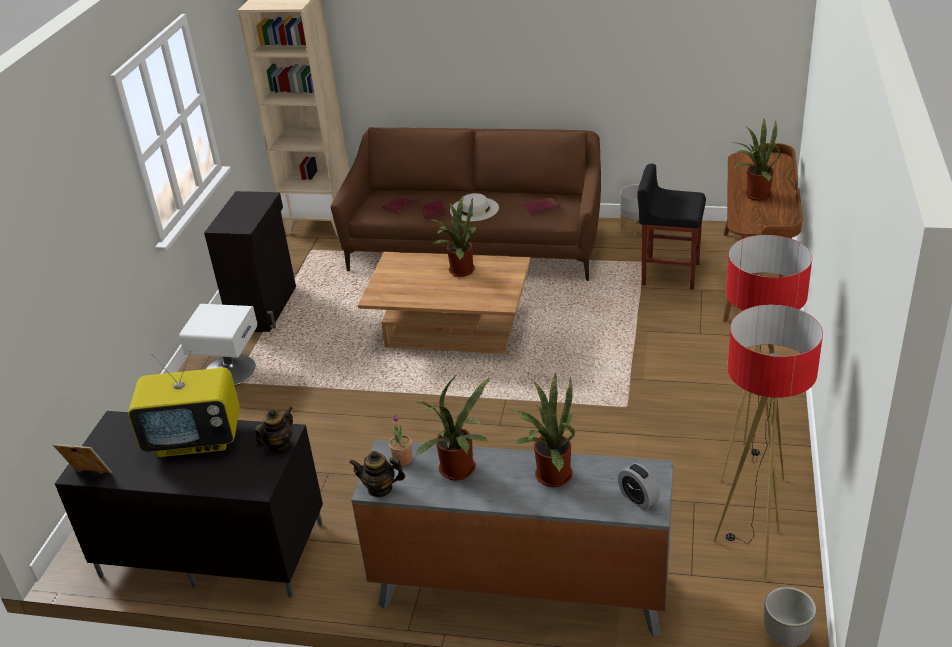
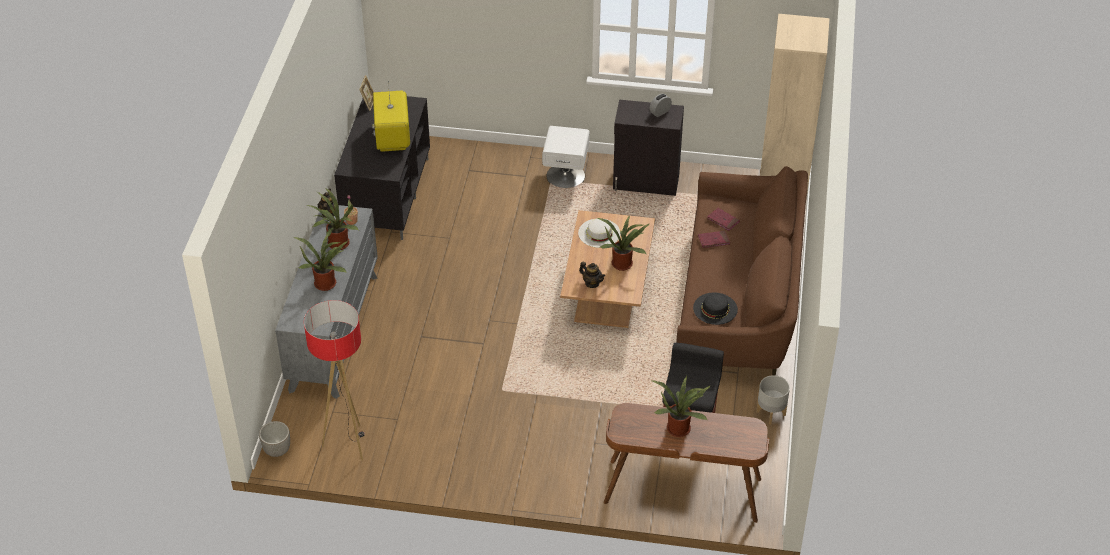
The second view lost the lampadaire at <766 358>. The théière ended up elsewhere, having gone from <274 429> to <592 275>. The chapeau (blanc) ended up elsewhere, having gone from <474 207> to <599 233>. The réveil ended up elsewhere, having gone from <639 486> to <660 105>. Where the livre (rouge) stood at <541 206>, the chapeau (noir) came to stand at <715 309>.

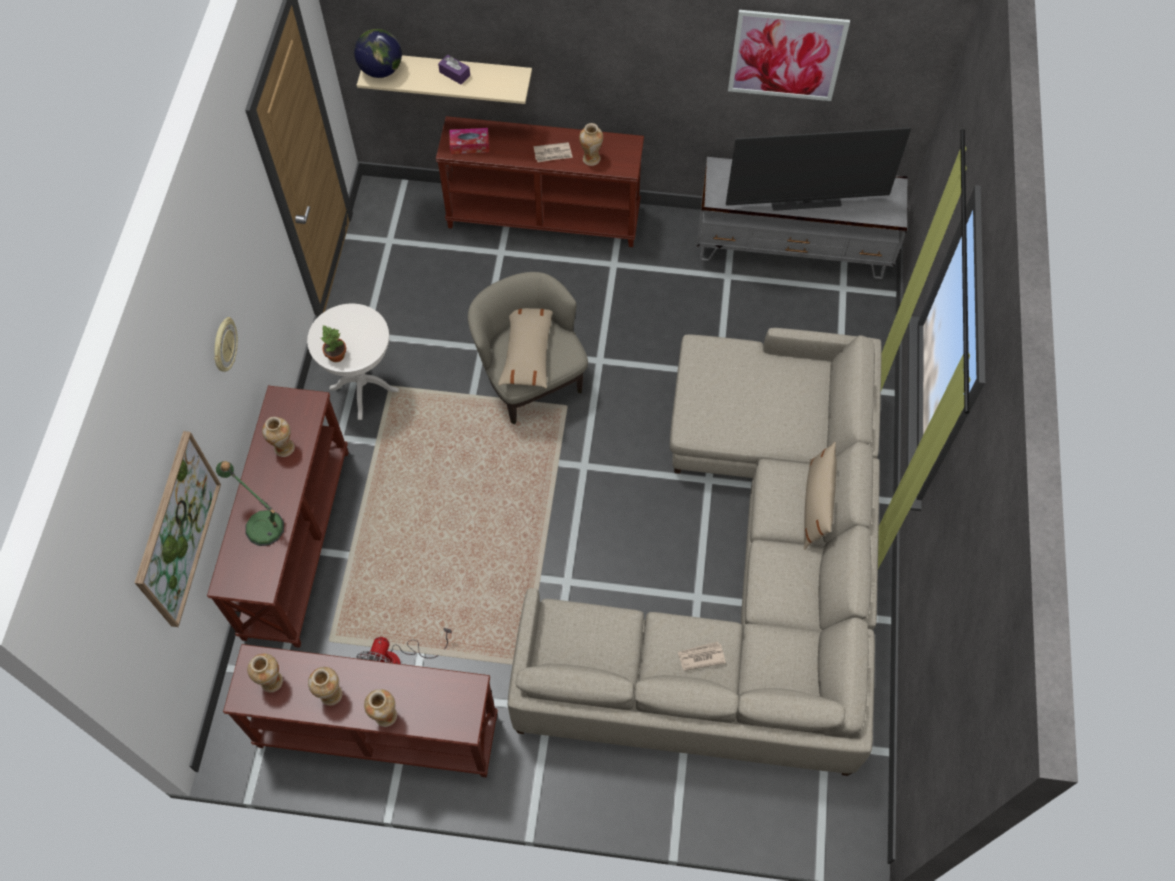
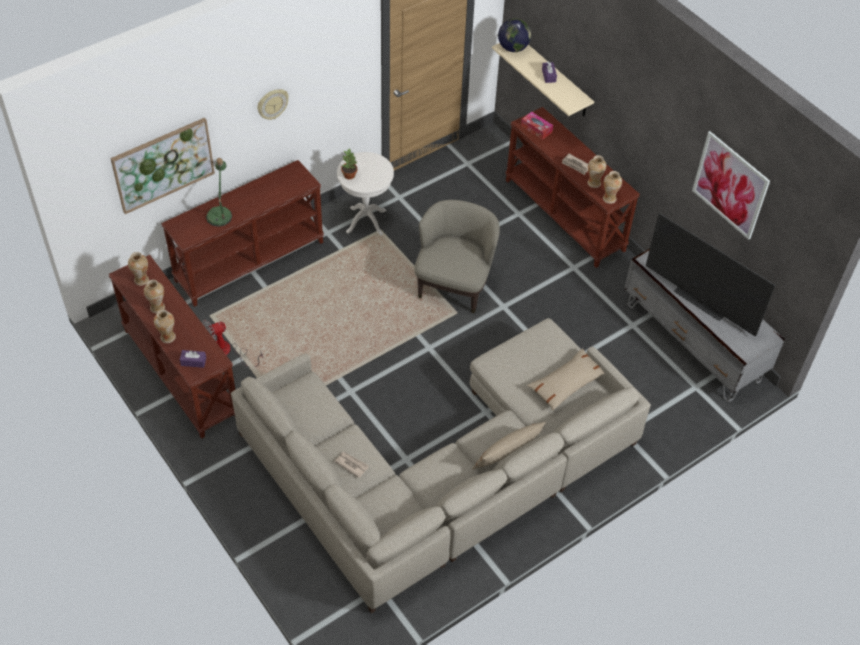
The second view gained the boîte à mouchoirs (violet) at <193 359>. The vase ended up elsewhere, having gone from <278 437> to <612 187>. The coussin (beige) ended up elsewhere, having gone from <525 348> to <566 379>.

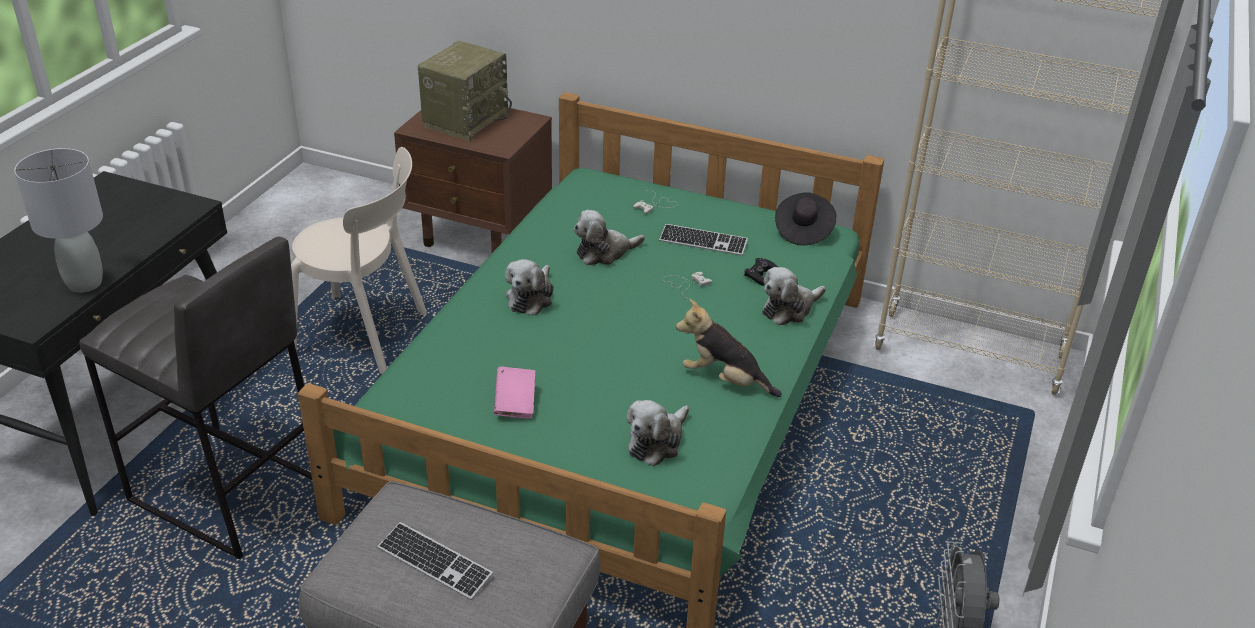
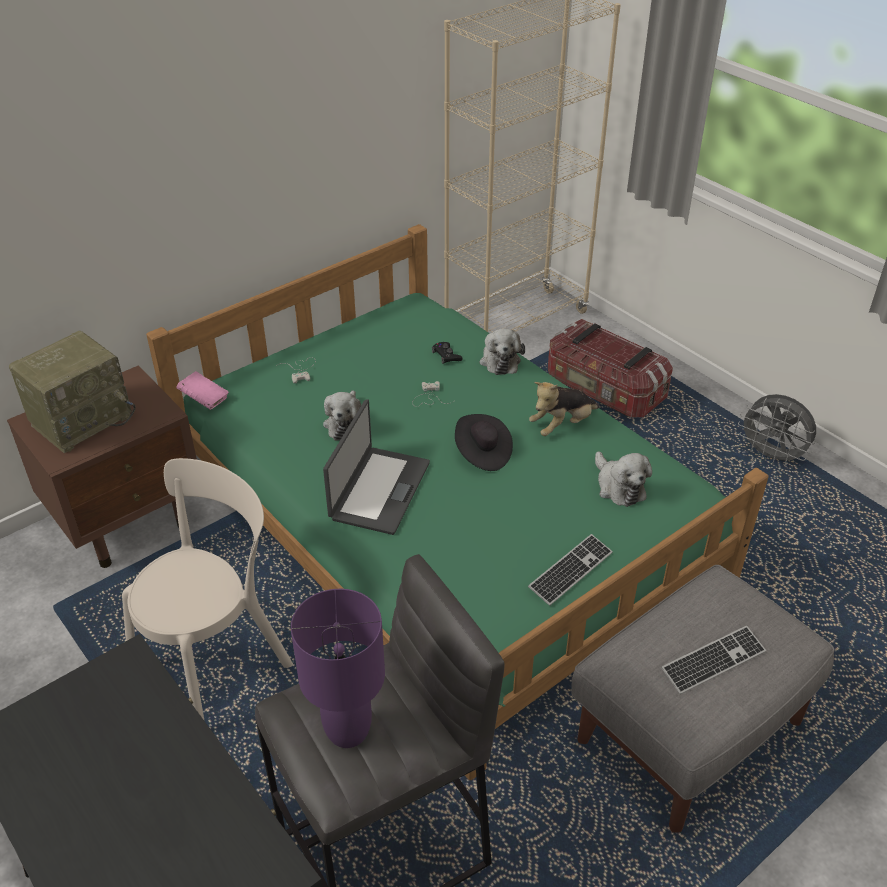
The second view lost the lampe de table (gris) at <58 220>. The second view gained the lampe de table (violet) at <338 668>. The second view gained the boîte de rangement at <610 368>. The livre (rose) ended up elsewhere, having gone from <514 393> to <202 390>. The clavier ended up elsewhere, having gone from <703 240> to <570 570>. The chapeau (noir) ended up elsewhere, having gone from <806 218> to <484 442>. Where the peluche stood at <529 287>, the ordinateur portable came to stand at <376 467>. The radio at <465 91> ended up facing another way, 75 degrees clockwise from before.

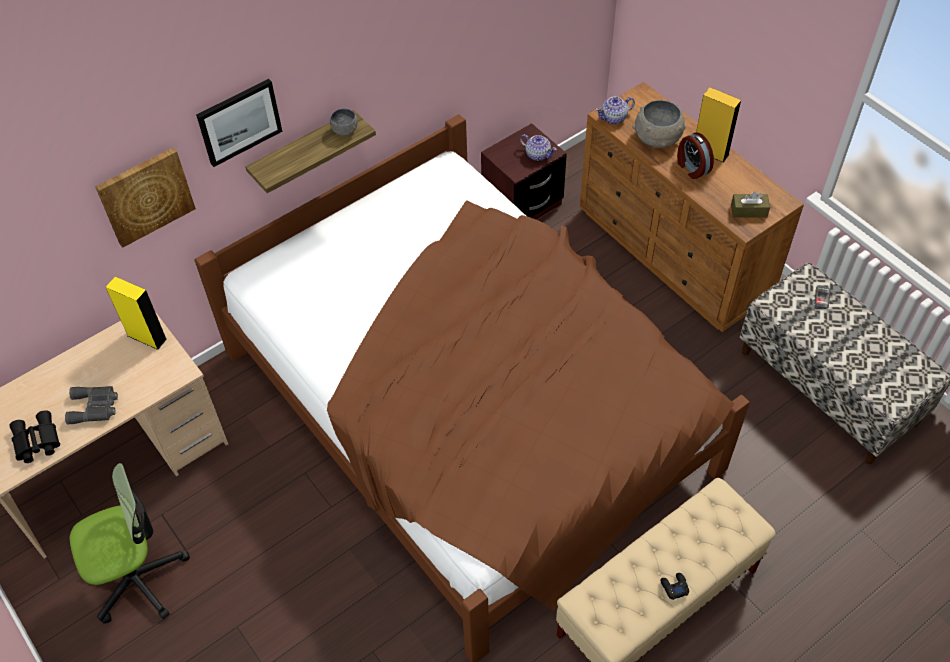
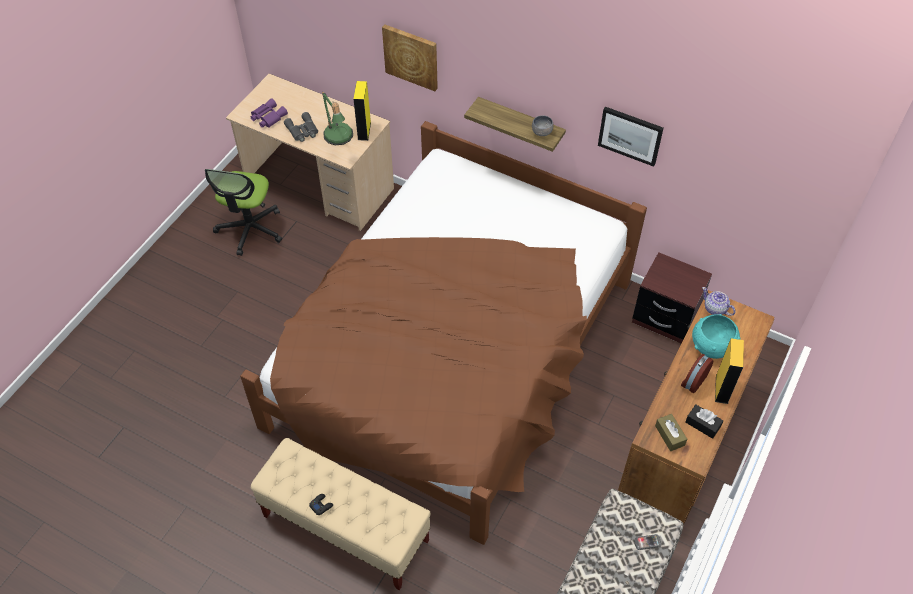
The second view lost the théière at <538 147>. The second view gained the lampe de table at <337 117>. The second view gained the boîte à mouchoirs (noir) at <704 421>. The tableau ended up elsewhere, having gone from <239 123> to <631 137>. What was the jumelles (noir) at <34 436> turned into the jumelles (violet) at <269 113>. What was the bol (gris) at <659 124> turned into the bol (turquoise) at <716 336>. The chaise de bureau at <130 543> ended up facing another way, 60 degrees clockwise from before.

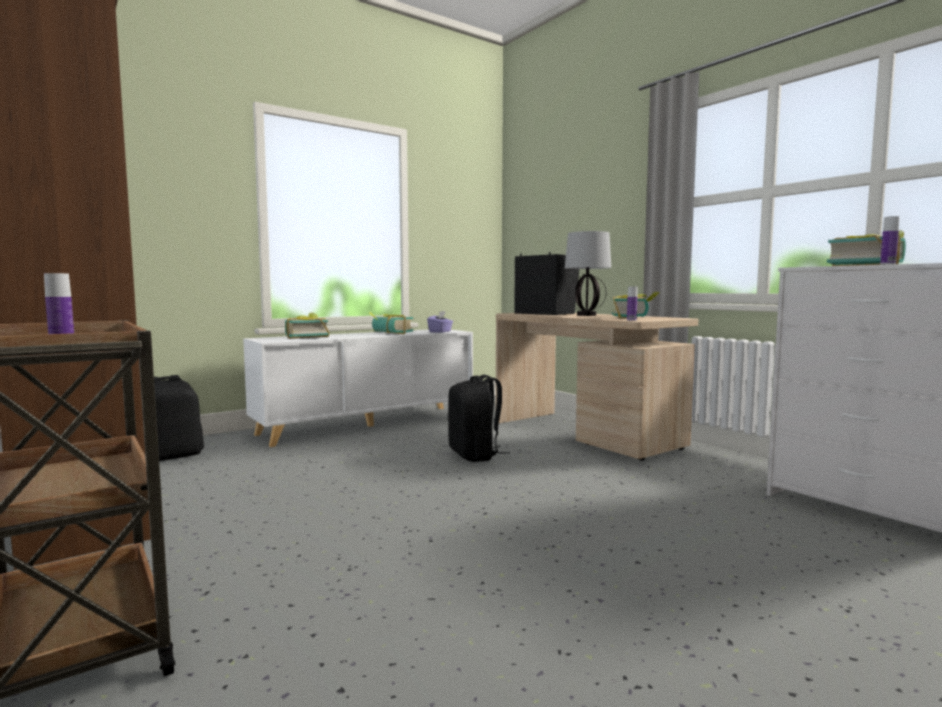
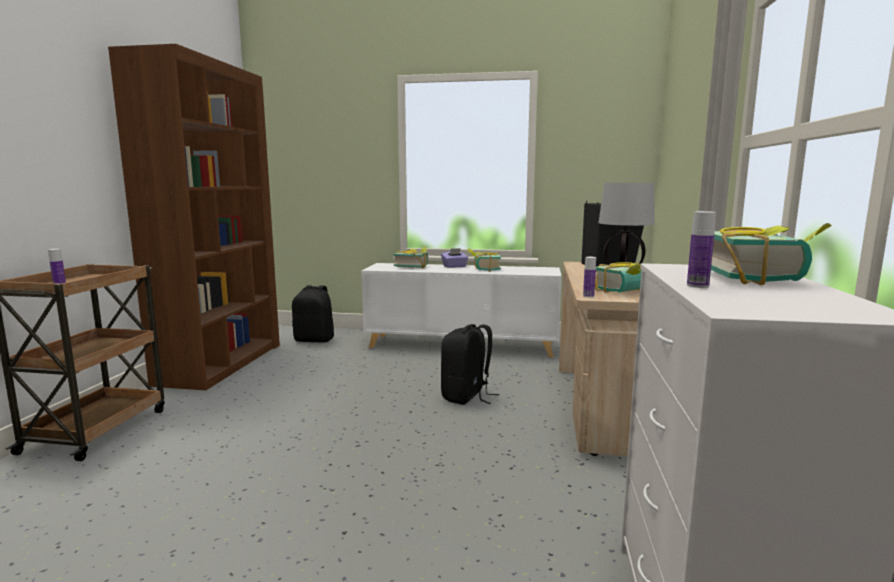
The boîte à mouchoirs (violet) ended up elsewhere, having gone from <440 322> to <454 258>.

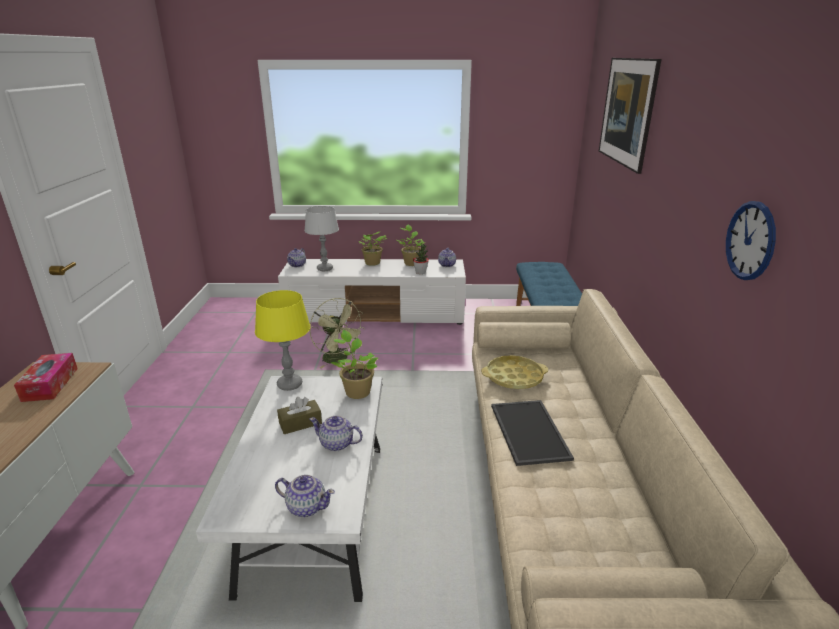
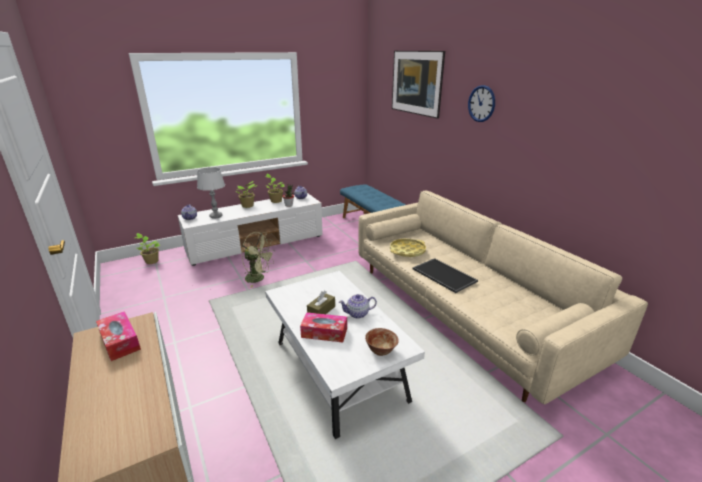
The second view lost the lampe de table (jaune) at <283 340>. The second view gained the boîte à mouchoirs at <323 327>. The plante en pot ended up elsewhere, having gone from <354 364> to <147 248>. The horloge murale ended up elsewhere, having gone from <751 240> to <481 103>. Where the théière stood at <305 496>, the bol came to stand at <382 342>.

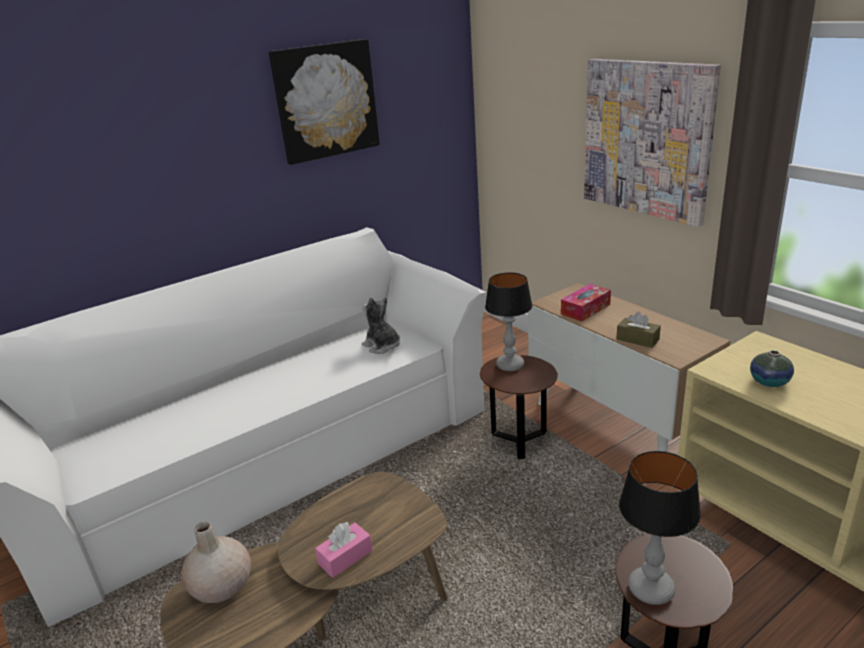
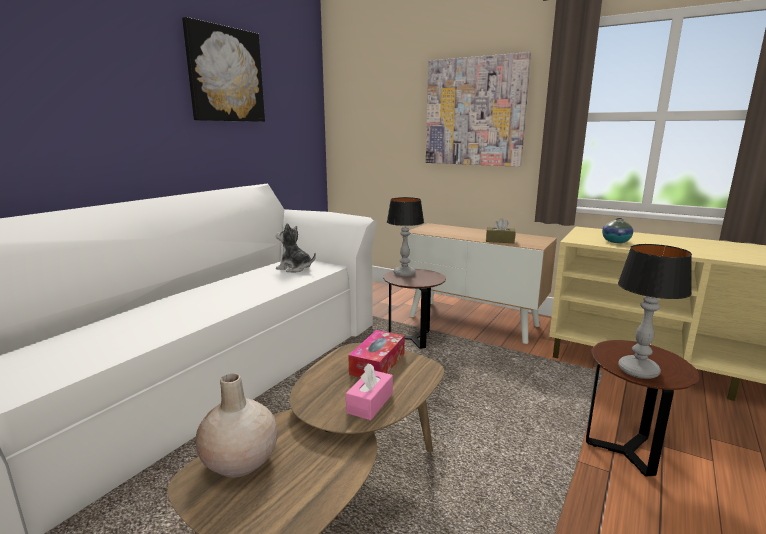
The boîte à mouchoirs ended up elsewhere, having gone from <586 303> to <376 354>.

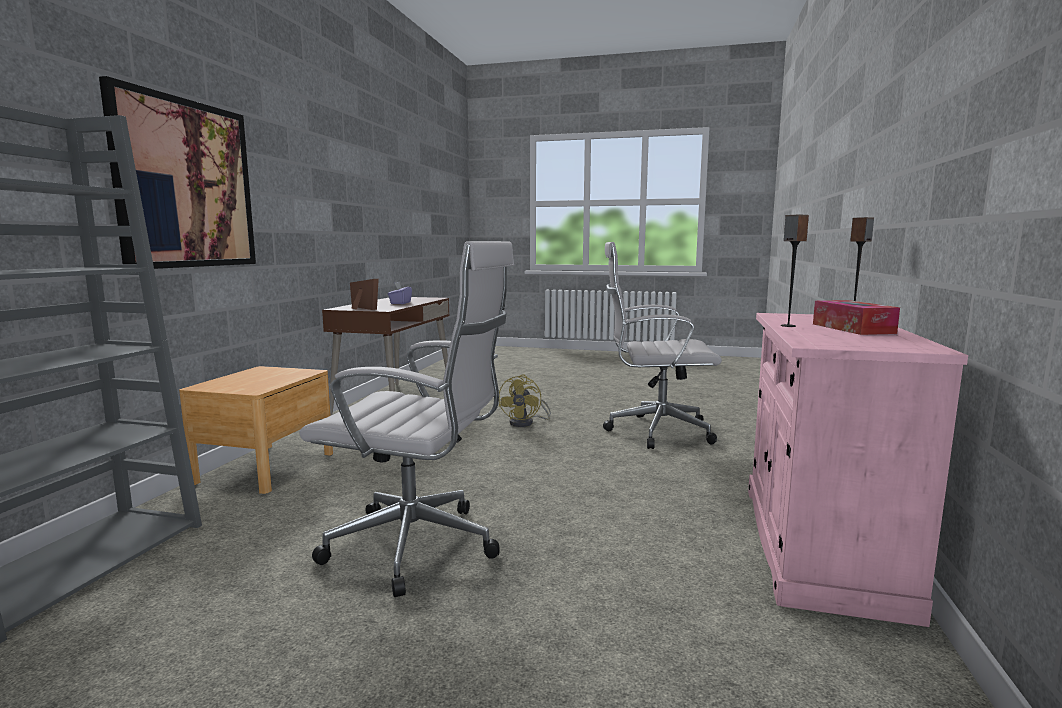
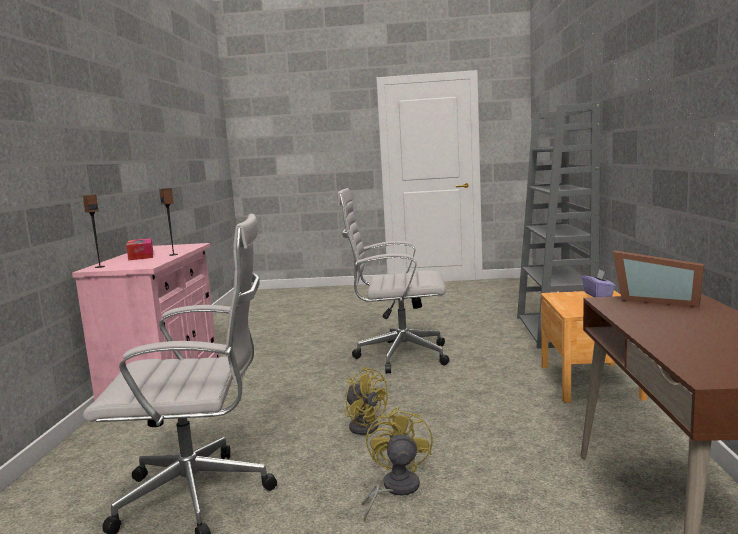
The second view lost the tableau at <177 172>. The second view gained the ventilateur (jaune) at <366 401>. The boîte à mouchoirs (violet) ended up elsewhere, having gone from <400 293> to <599 283>.

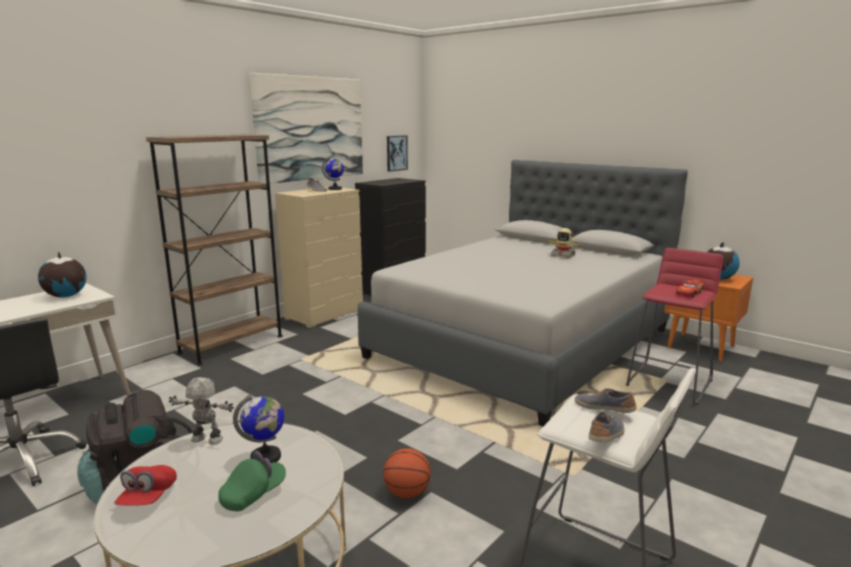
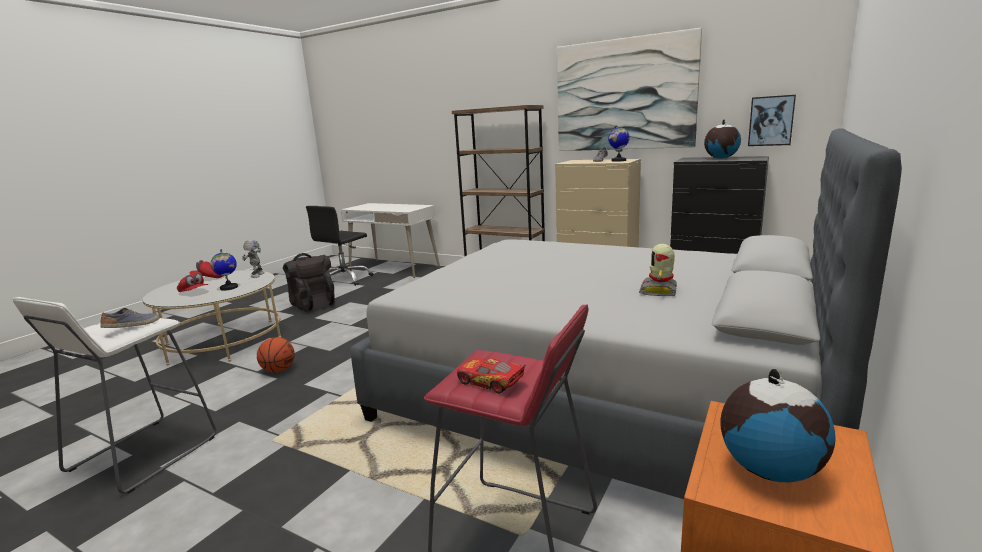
The second view lost the chaussure at <607 427>. The globe ended up elsewhere, having gone from <62 275> to <722 139>. What was the casquette (vert) at <252 481> turned into the casquette (rouge) at <192 282>.

